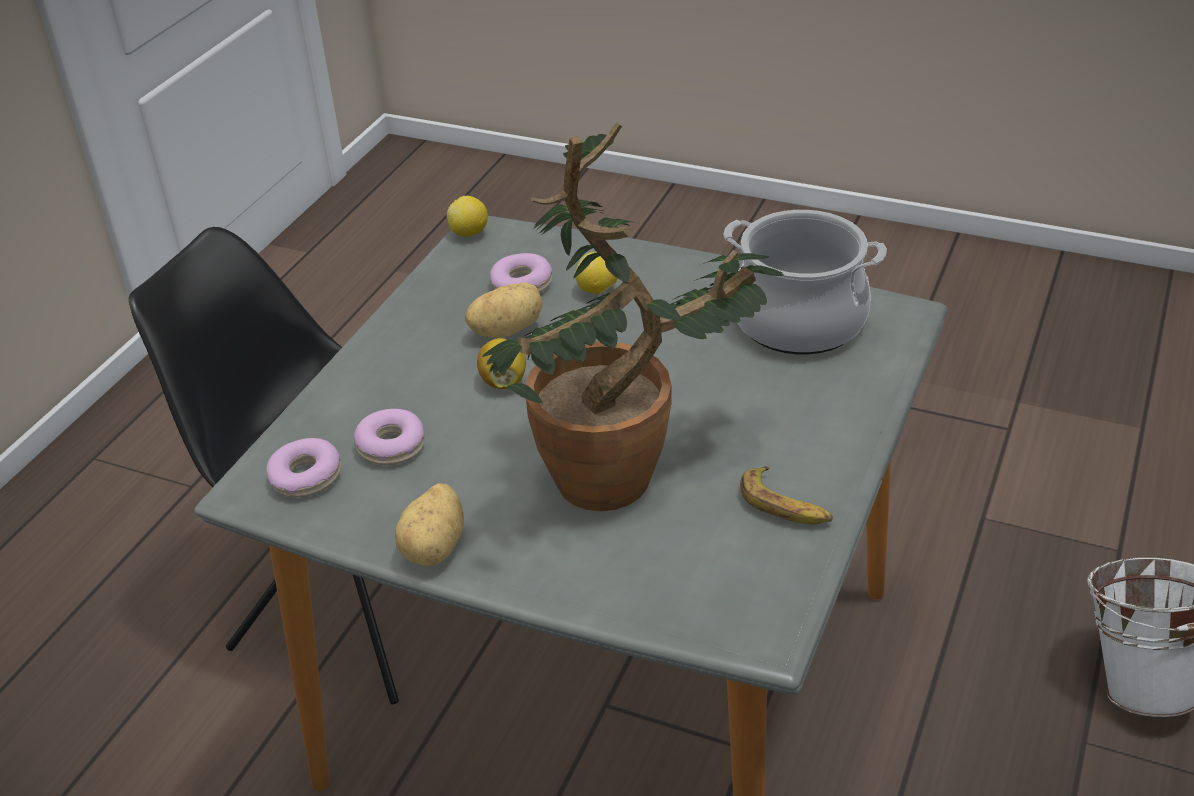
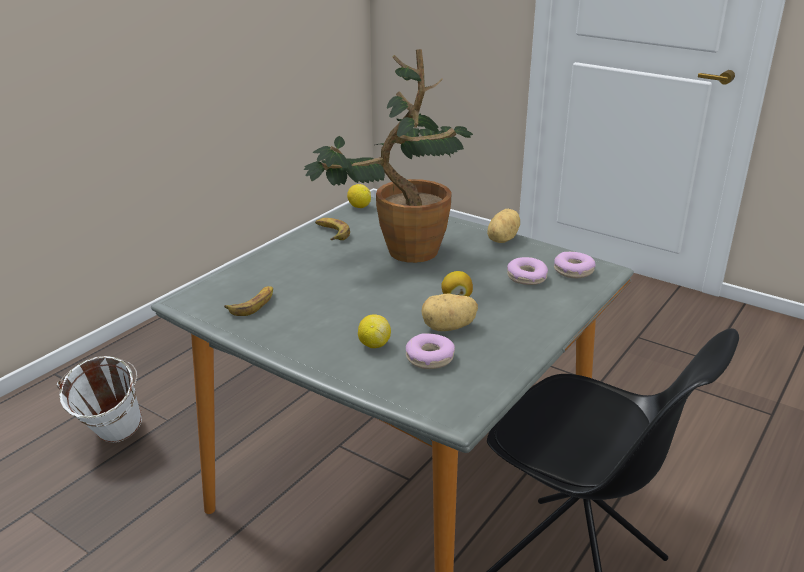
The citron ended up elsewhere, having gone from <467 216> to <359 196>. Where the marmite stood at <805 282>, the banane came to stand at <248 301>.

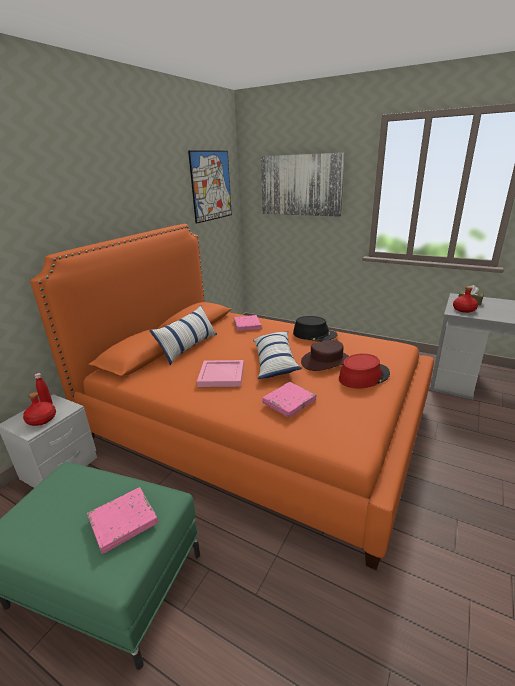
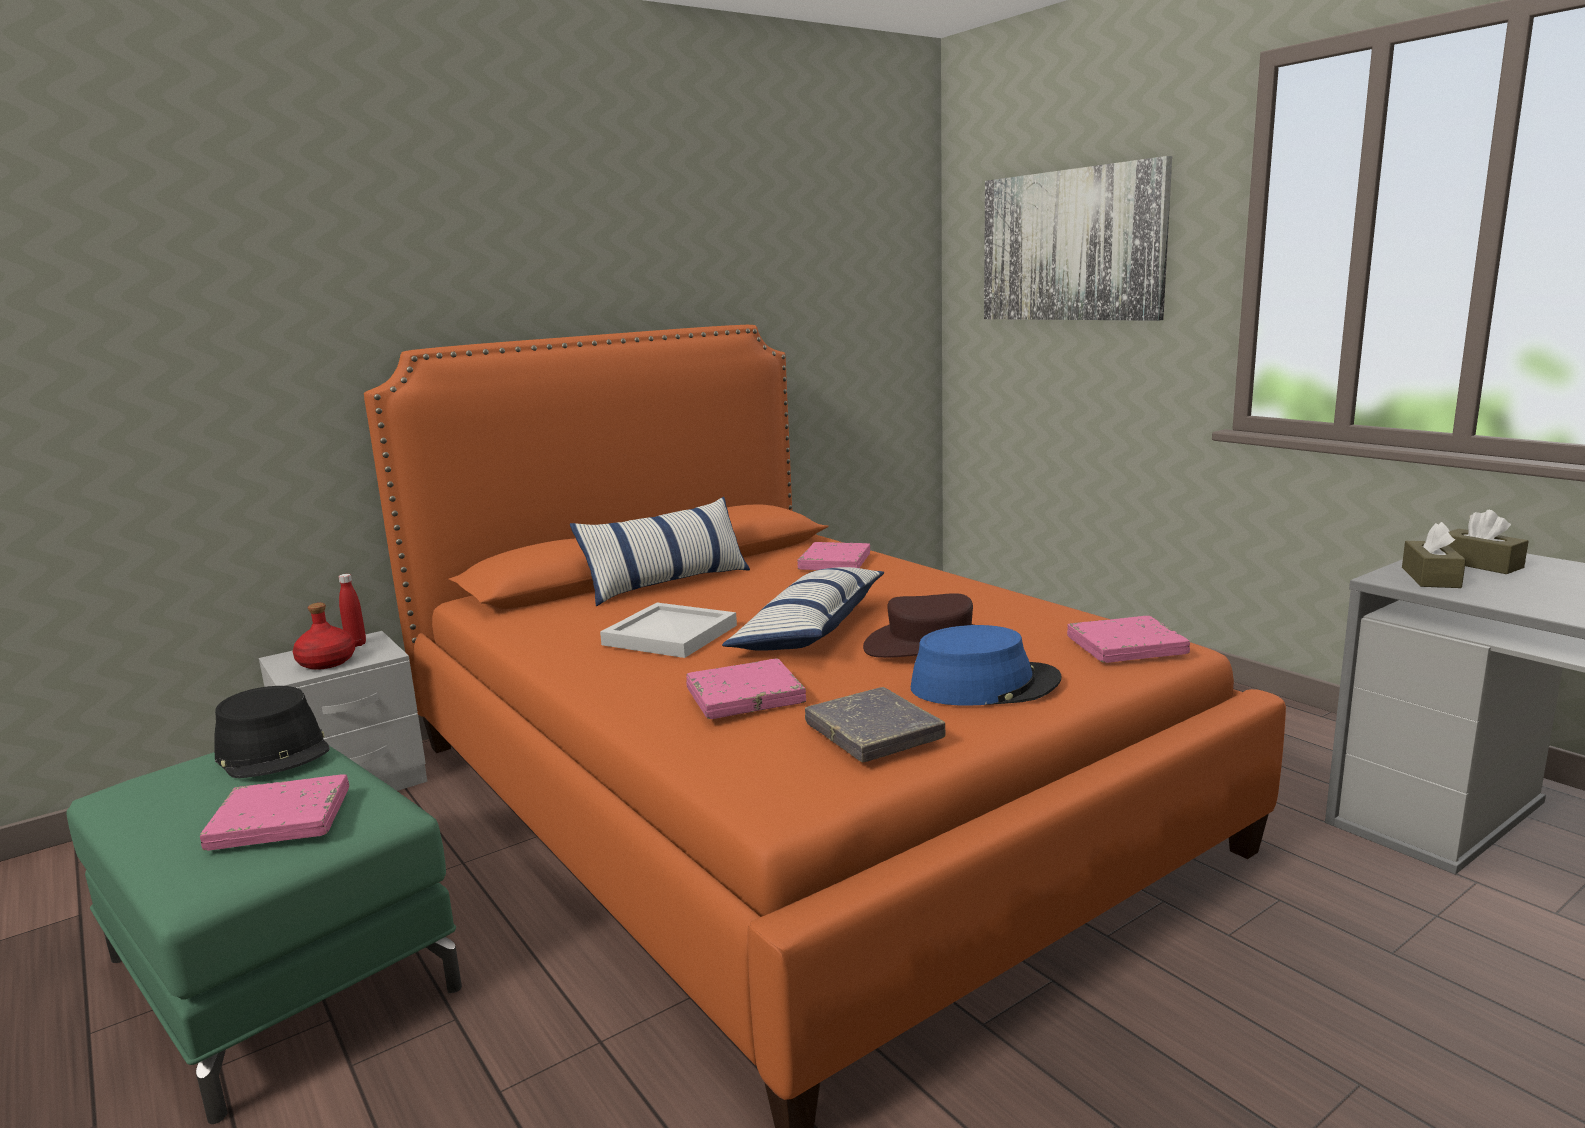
The second view lost the tableau at <210 187>. The second view gained the livre (gris) at <875 725>. The second view gained the livre (rose) at <1128 639>. The chapeau (noir) ended up elsewhere, having gone from <315 329> to <272 732>. Where the bouteille (rouge) stood at <465 299>, the boîte à mouchoirs (marron) came to stand at <1434 555>. What was the plateau (rose) at <220 373> turned into the plateau (blanc) at <668 630>. What was the chapeau (rouge) at <364 371> turned into the chapeau (bleu) at <986 665>.

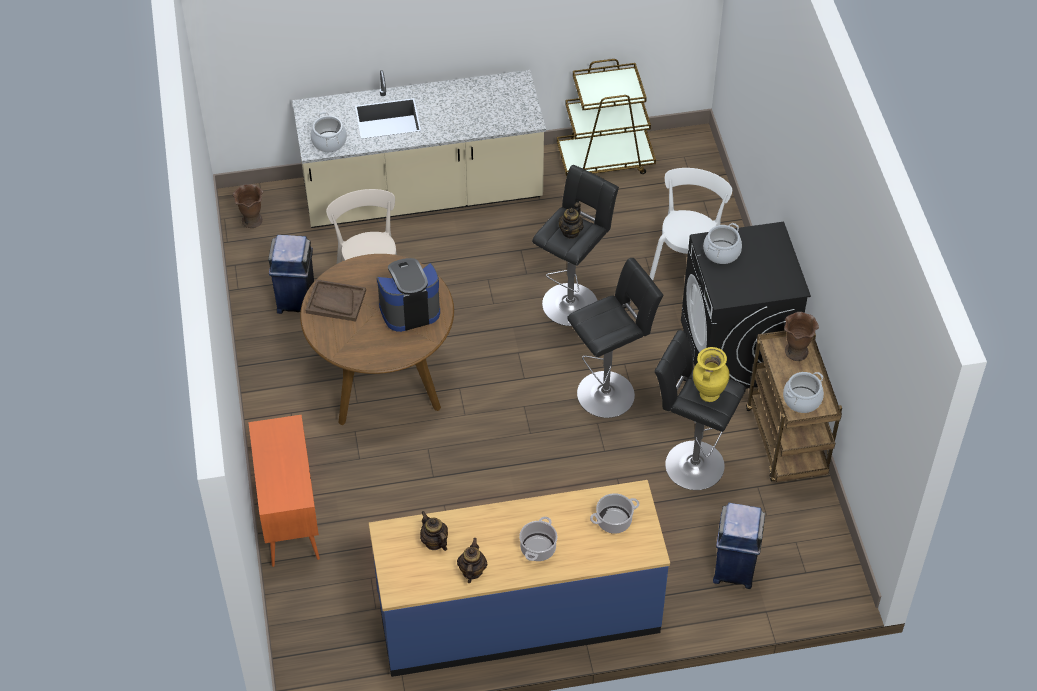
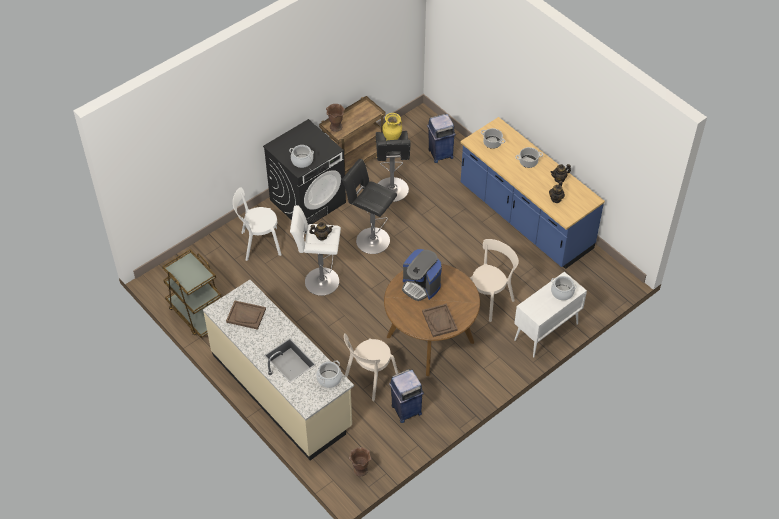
The second view gained the plateau (marron) at <246 315>. The second view gained the chaise (beige) at <494 280>. The marmite ended up elsewhere, having gone from <803 392> to <564 288>. What was the meuble de rangement (orange) at <284 491> turned into the meuble de rangement (blanc) at <550 315>. What was the tabouret (noir) at <575 245> turned into the tabouret (blanc) at <315 250>.

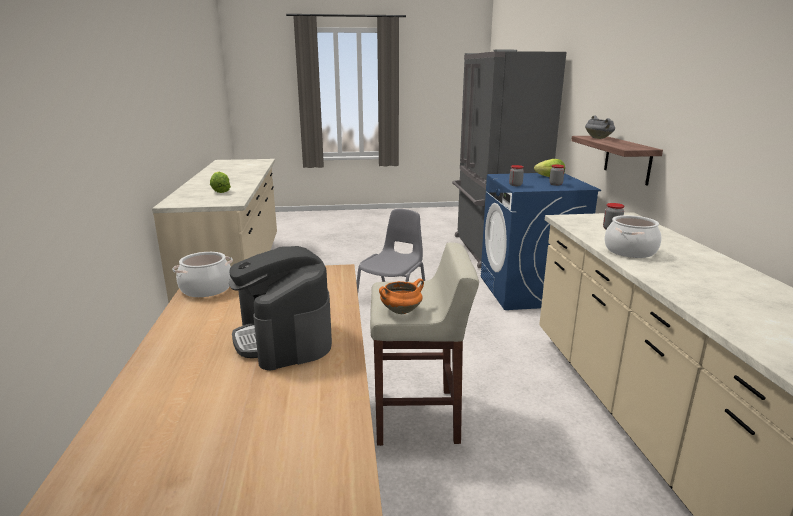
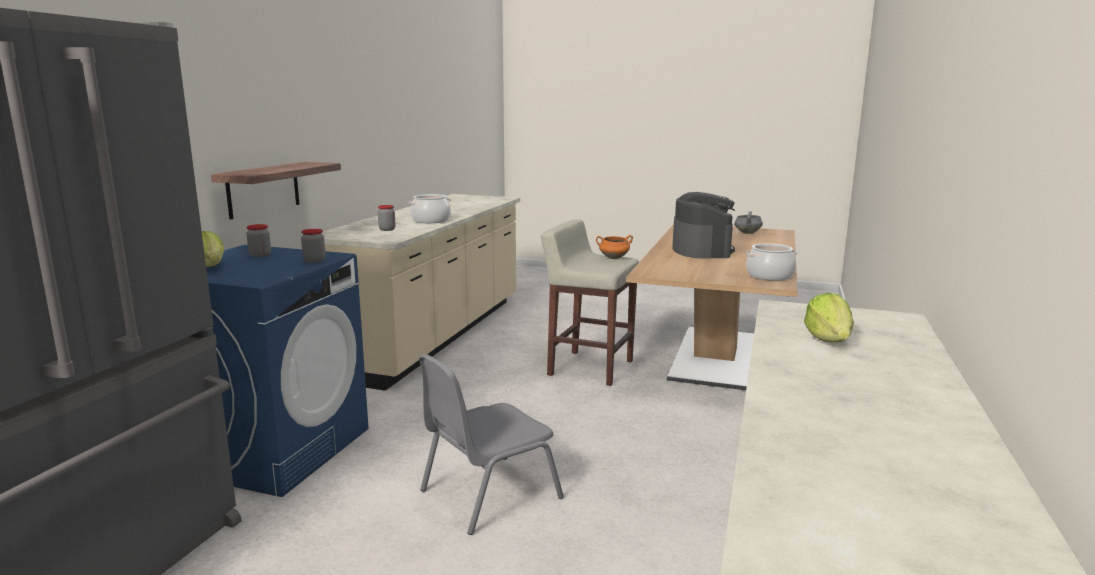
The marmite (gris) ended up elsewhere, having gone from <600 127> to <748 222>.

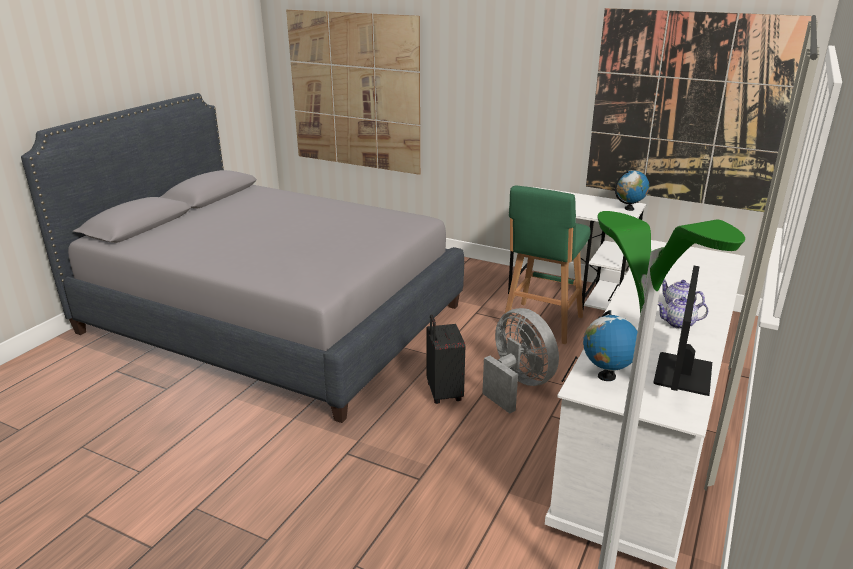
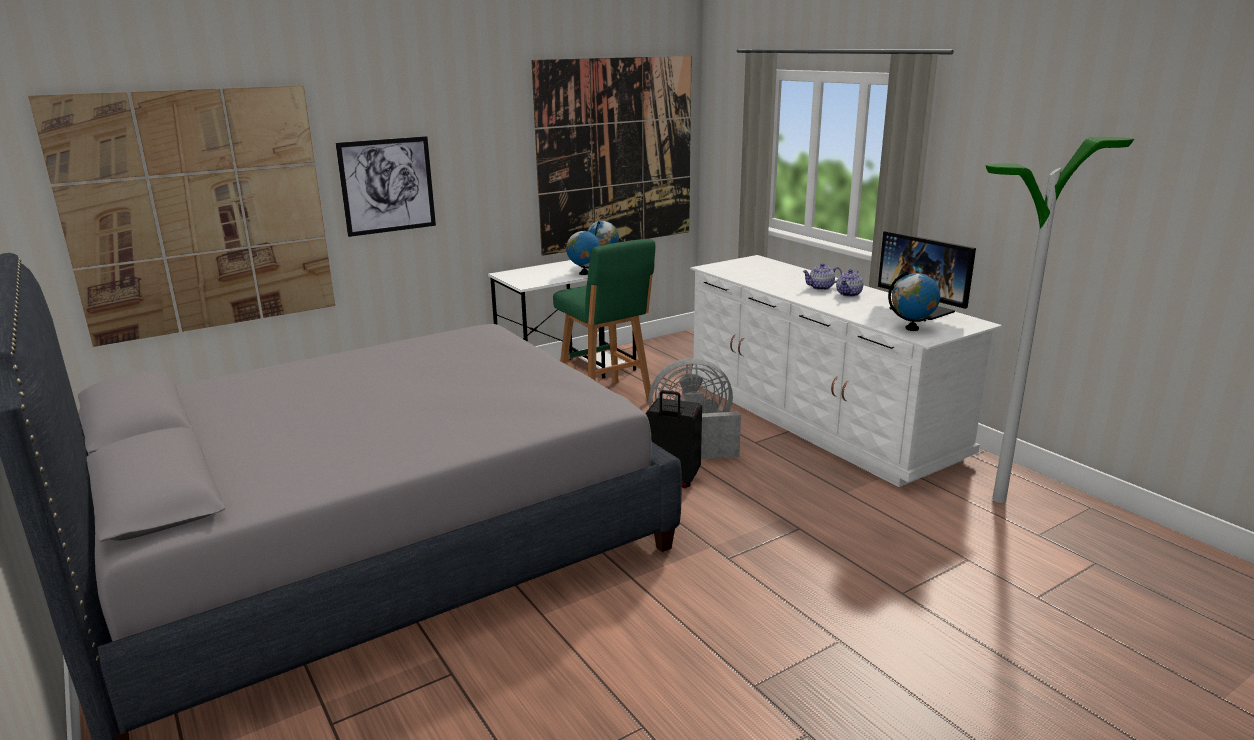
The second view gained the tableau at <386 186>. The second view gained the globe at <583 252>.

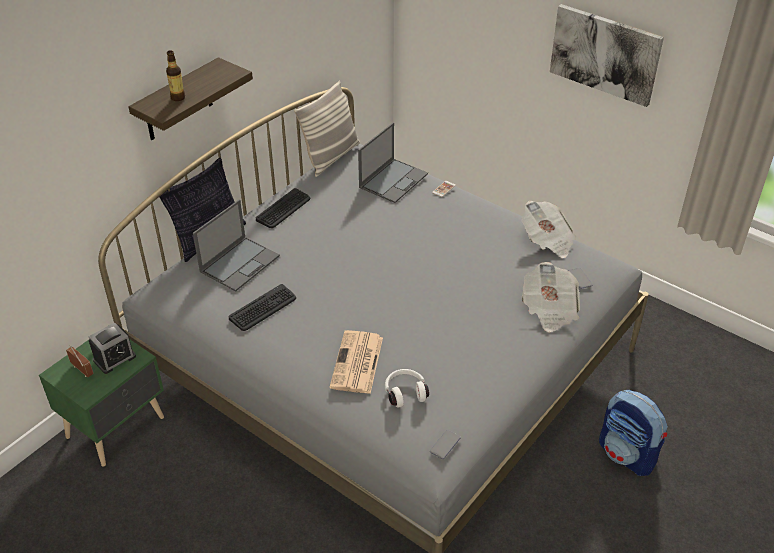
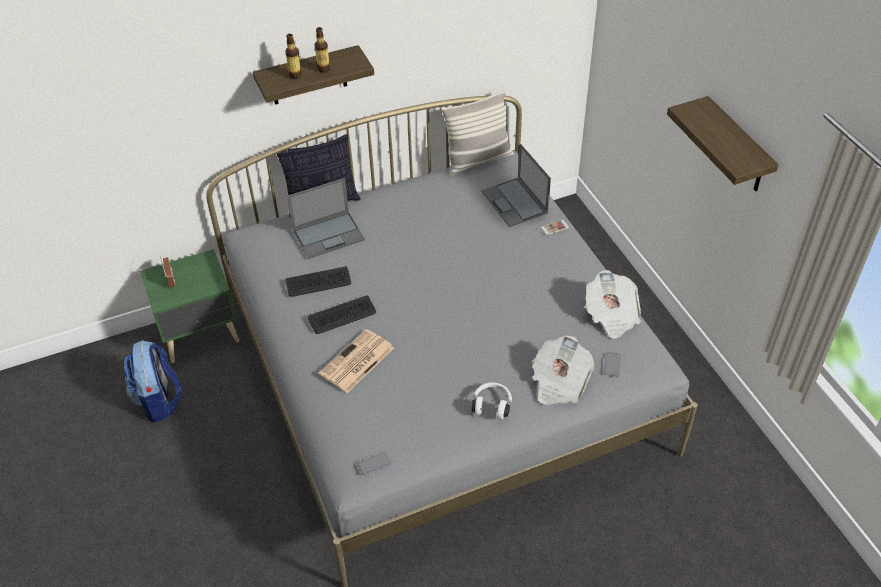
The second view lost the réveil at <112 348>. The second view gained the bouteille at <322 50>. The clavier ended up elsewhere, having gone from <283 208> to <342 314>. The casque audio (blanc) ended up elsewhere, having gone from <407 388> to <492 400>. The sac à dos ended up elsewhere, having gone from <633 433> to <153 381>. Where the tableau hung at <607 55>, the étagère came to hang at <722 143>. The ordinateur portable at <393 163> ended up facing another way, 90 degrees clockwise from before.

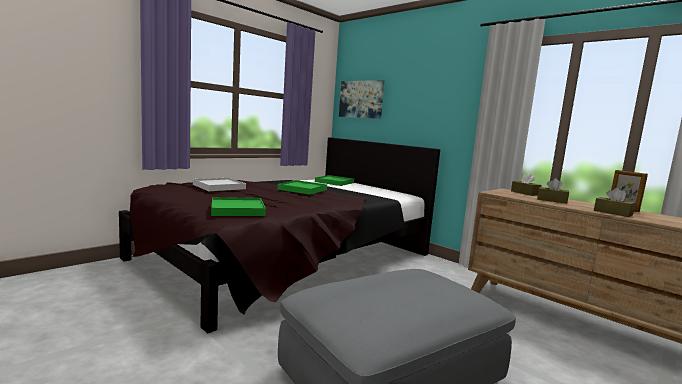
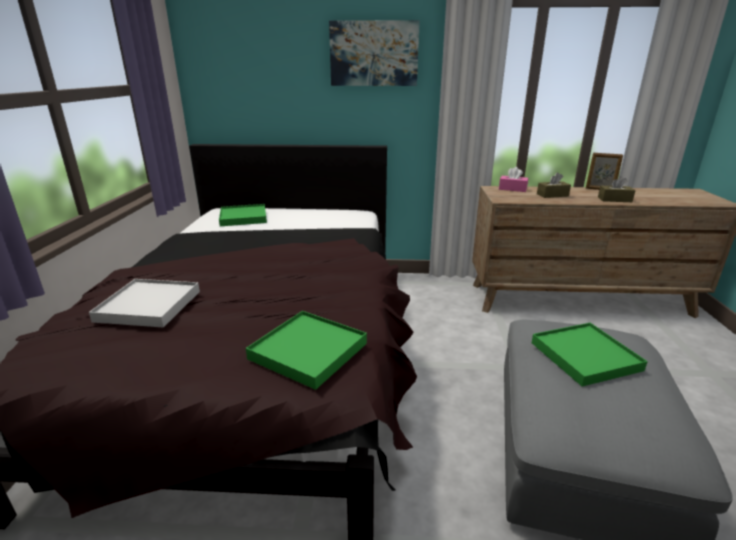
The plateau (vert) ended up elsewhere, having gone from <302 187> to <590 354>. The tableau ended up elsewhere, having gone from <361 99> to <374 53>. What was the boîte à mouchoirs (marron) at <526 184> turned into the boîte à mouchoirs (rose) at <513 179>.

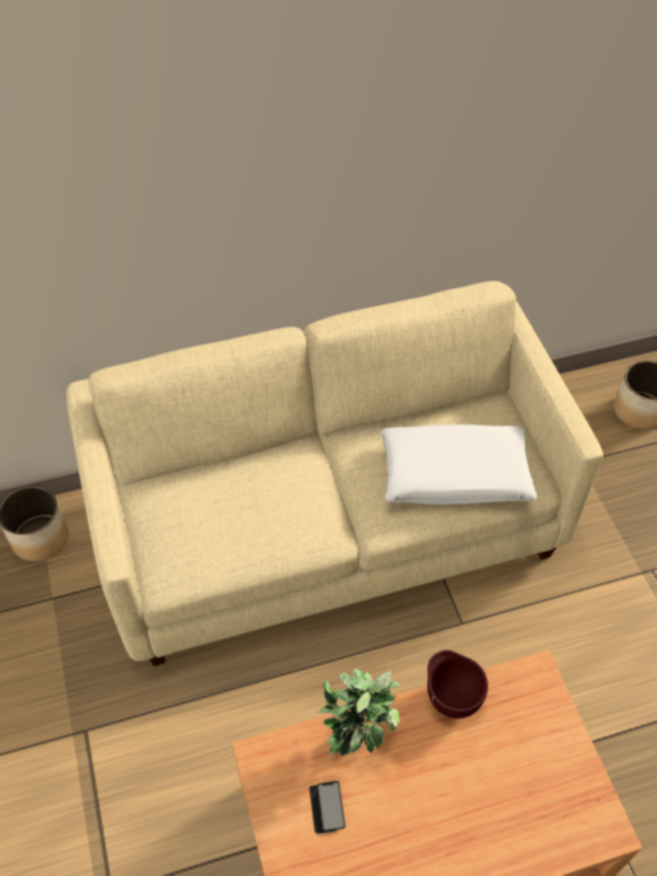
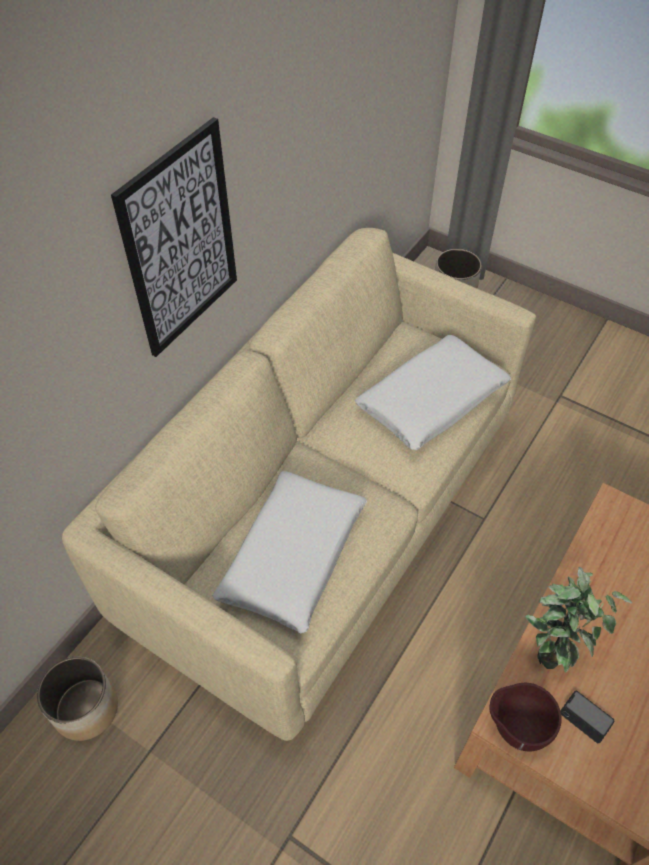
The second view gained the tableau at <174 237>. The second view gained the coussin (blanc) at <289 552>. The bol (marron) ended up elsewhere, having gone from <457 684> to <525 717>.

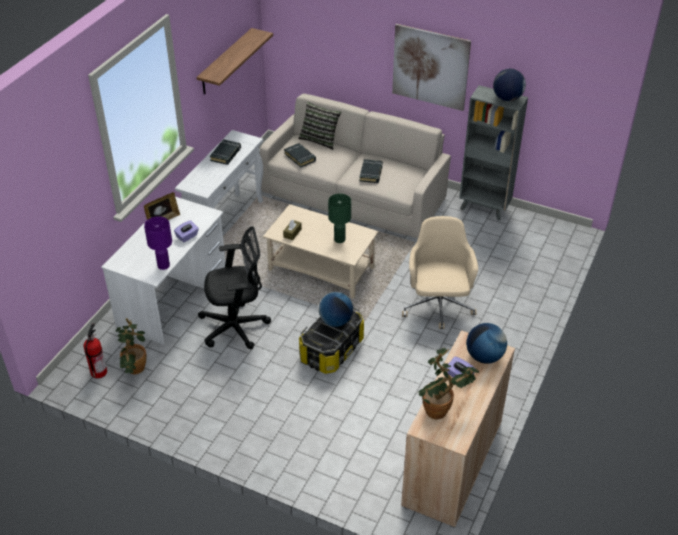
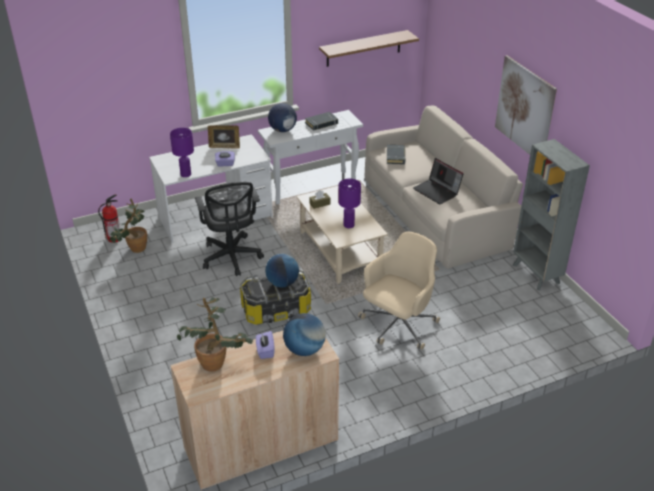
The second view lost the coussin at <320 126>. The globe ended up elsewhere, having gone from <509 85> to <282 117>. Where the livre (noir) stood at <371 171>, the ordinateur portable came to stand at <438 181>. What was the lampe de table (vert) at <339 218> turned into the lampe de table (violet) at <349 203>. The chaise de bureau (noir) at <234 288> ended up facing another way, 45 degrees clockwise from before.

